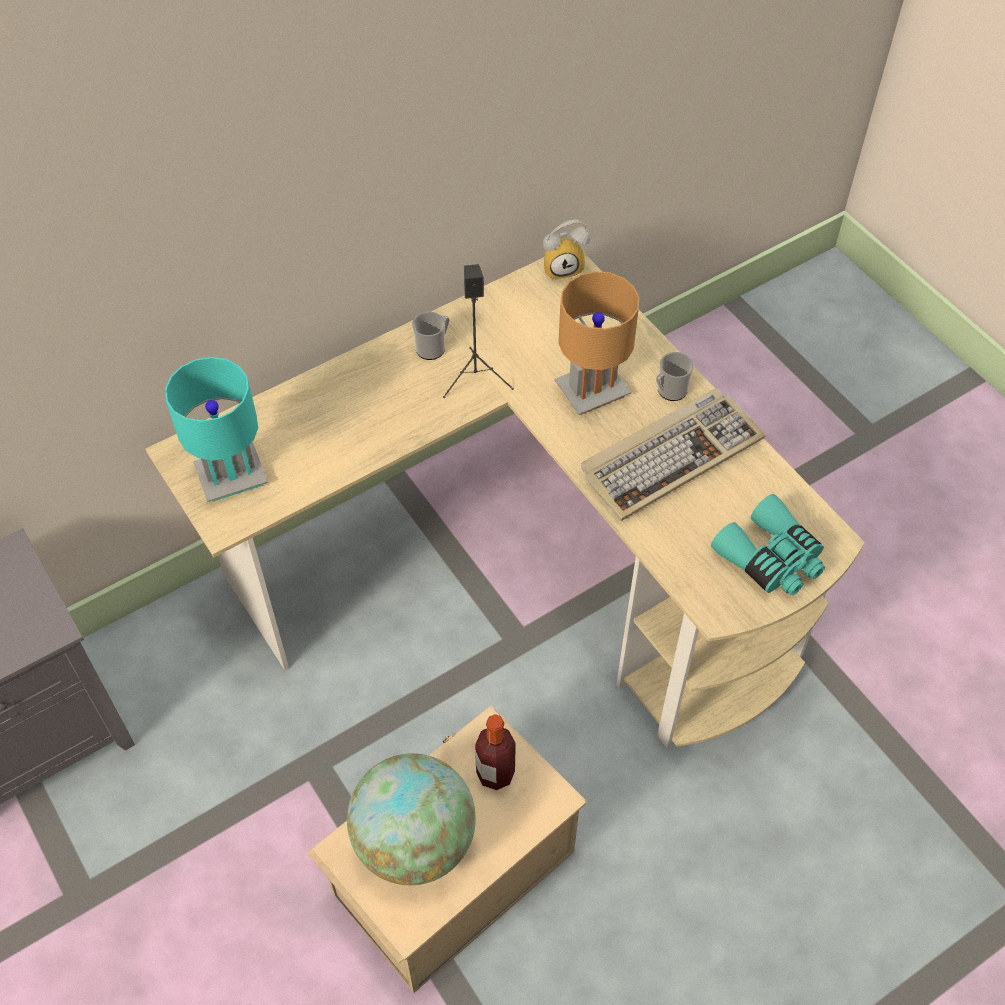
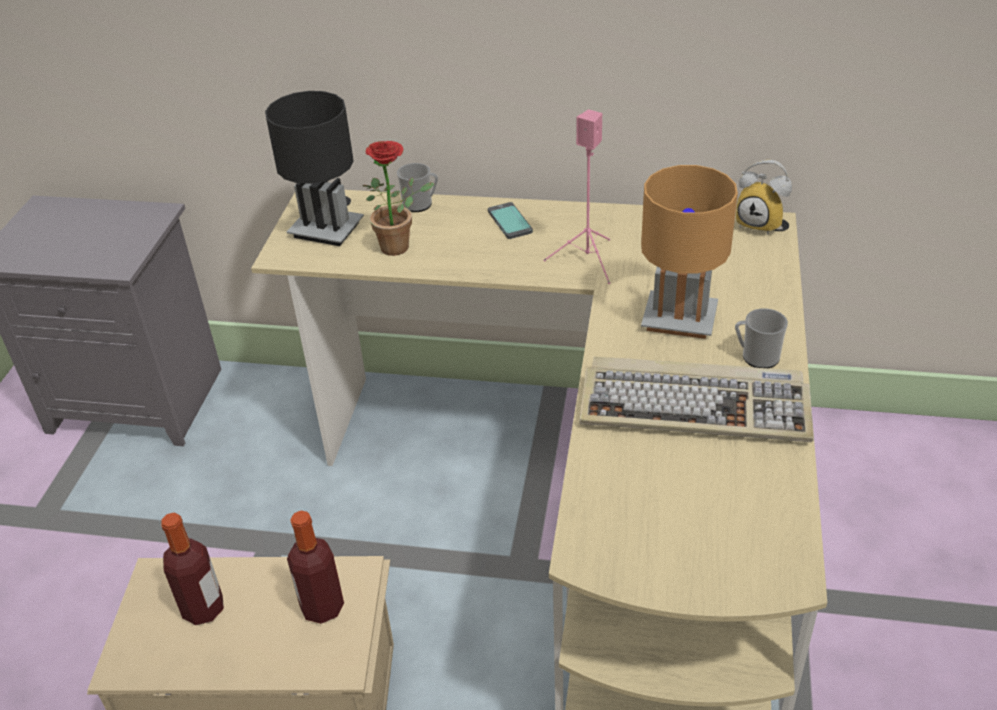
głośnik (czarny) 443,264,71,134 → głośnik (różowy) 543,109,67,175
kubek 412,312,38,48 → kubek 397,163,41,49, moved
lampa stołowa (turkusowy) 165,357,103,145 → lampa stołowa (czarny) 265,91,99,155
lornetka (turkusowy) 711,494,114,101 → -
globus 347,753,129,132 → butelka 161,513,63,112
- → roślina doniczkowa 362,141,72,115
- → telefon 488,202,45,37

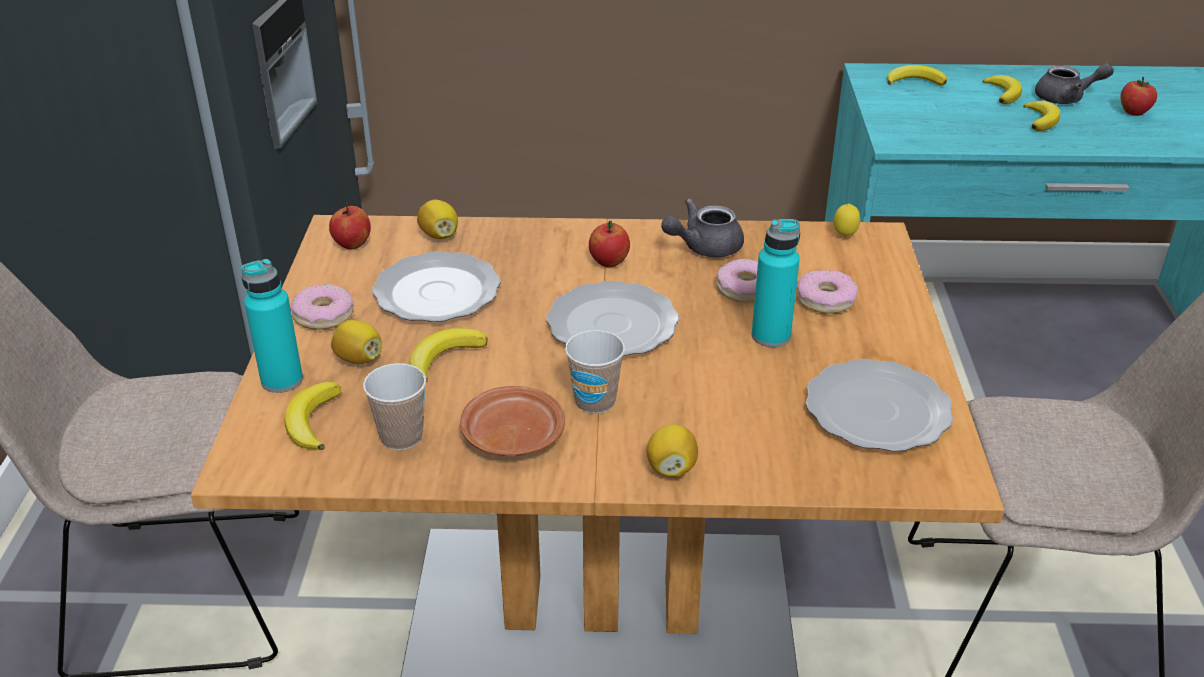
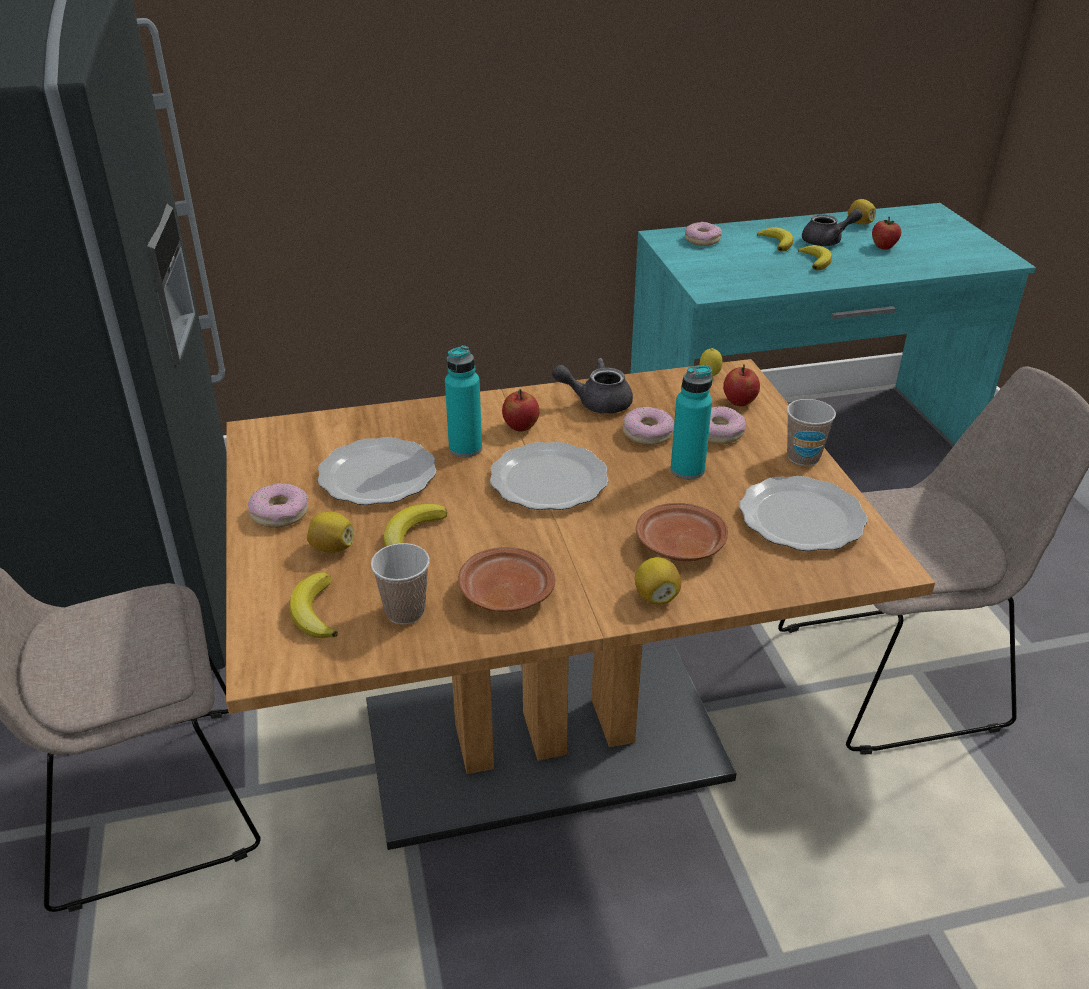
banan 887,65,60,20 → donut 685,222,37,24
imbryk (szary) 661,198,83,59 → imbryk (szary) 552,358,81,56, 45 degrees clockwise
cytryna 417,200,41,39 → cytryna 848,199,28,25, moved
jabłko 329,203,42,46 → jabłko 723,364,37,42, moved
butelka (turkusowy) 241,259,62,134 → butelka (turkusowy) 445,345,37,113, moved
filiżanka 565,330,60,84 → filiżanka 787,399,49,67, moved
- → talerz (brązowy) 636,503,92,58

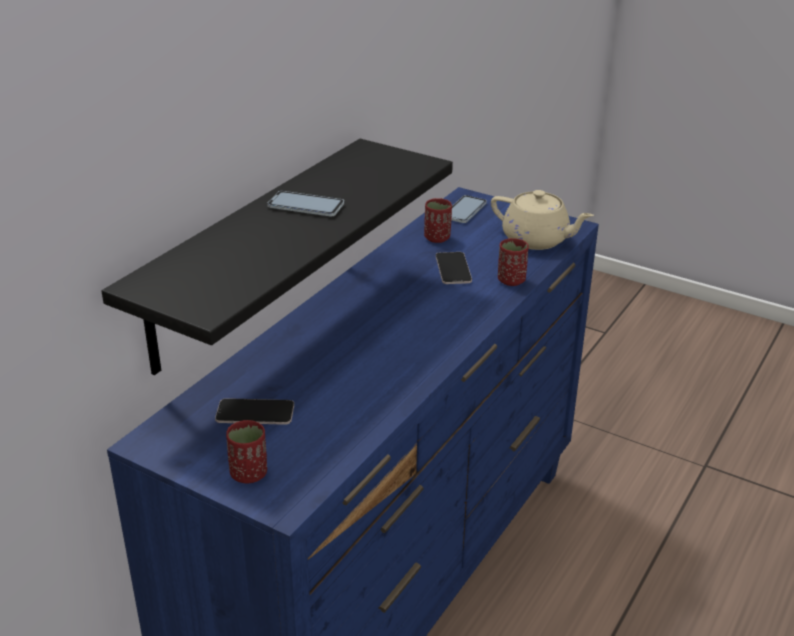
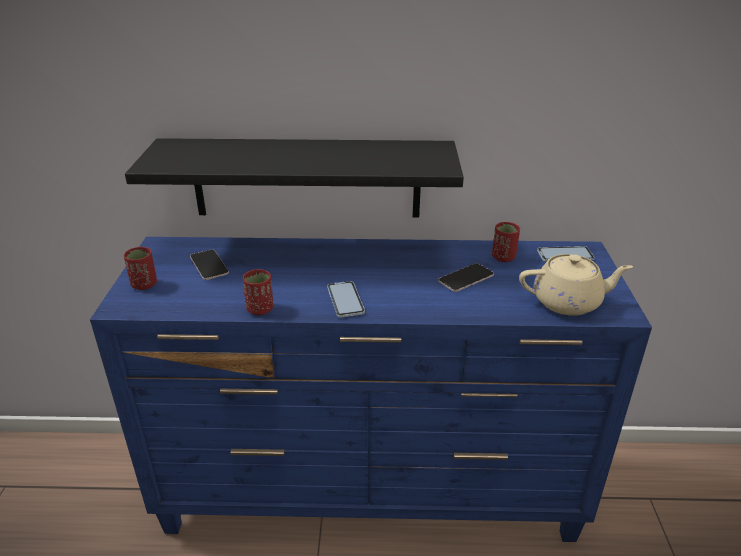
imbryk (beżowy) 491,190,103,60 → imbryk (beżowy) 519,254,114,62, 90 degrees counterclockwise
telefon 267,191,77,25 → telefon 327,281,38,37, moved
filiżanka (czerwony) 498,238,31,48 → filiżanka (czerwony) 243,269,30,46, moved

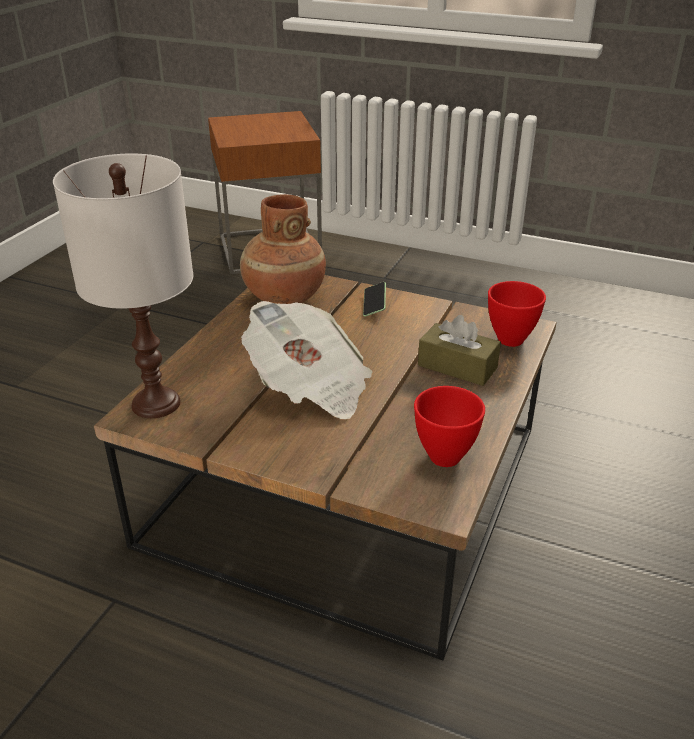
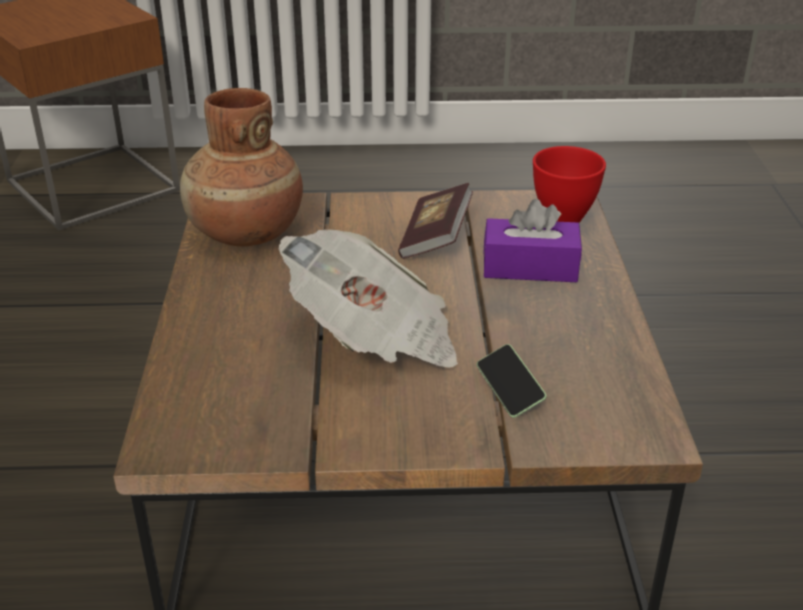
lampa stołowa (biały) 53,154,140,264 → -
telefon 363,282,23,35 → telefon 476,344,71,74, moved
pudełko chusteczek (brązowy) 418,315,83,71 → pudełko chusteczek (fioletowy) 483,199,99,83
miska (czerwony) 414,386,71,81 → -
- → książka 398,183,75,76

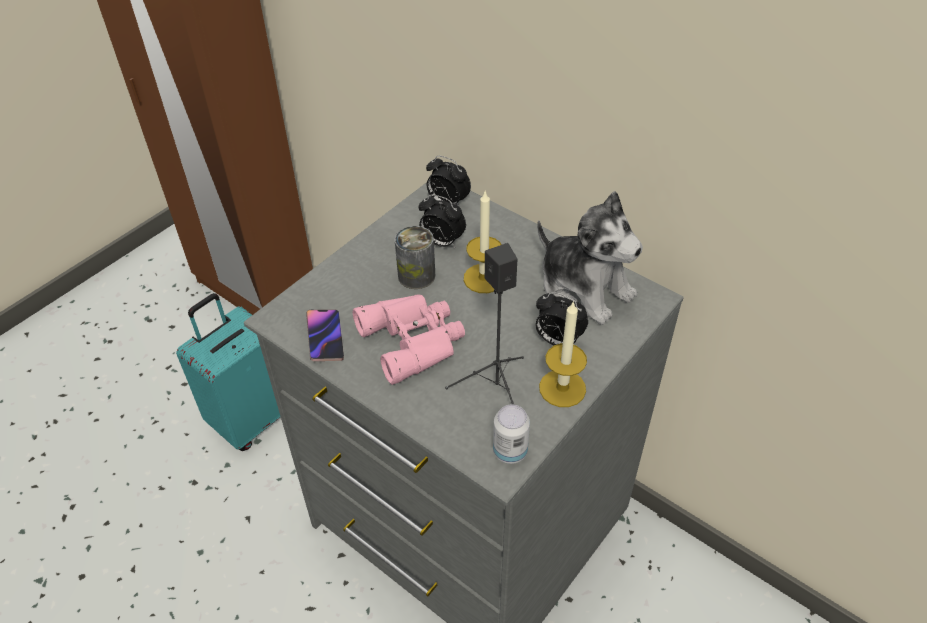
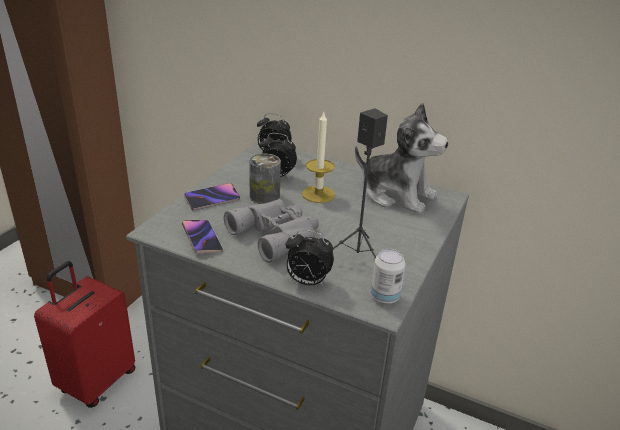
budzik 536,292,52,53 → budzik 285,230,49,56, moved
walizka (turkusowy) 176,293,105,158 → walizka (czerwony) 34,261,101,147
lornetka (różowy) 353,295,112,90 → lornetka (szary) 224,199,95,64
świeca 539,301,48,106 → -
- → telefon 184,183,56,27

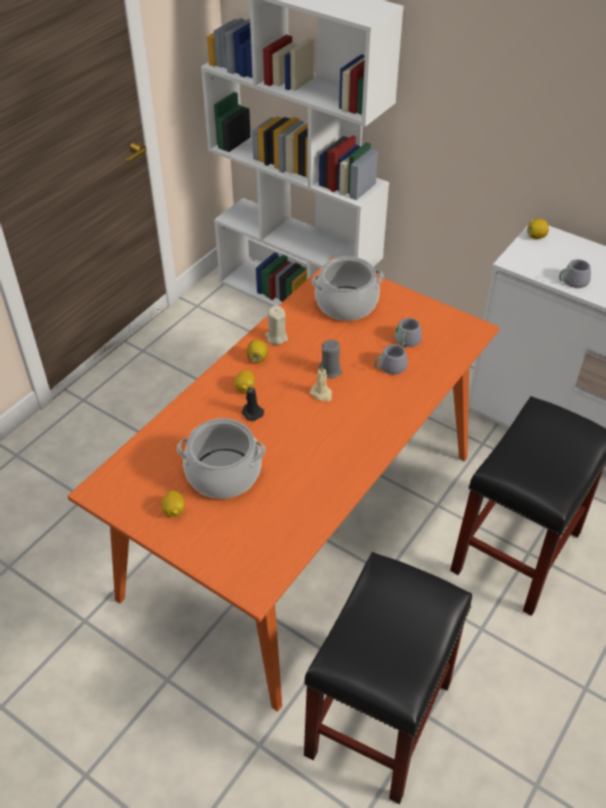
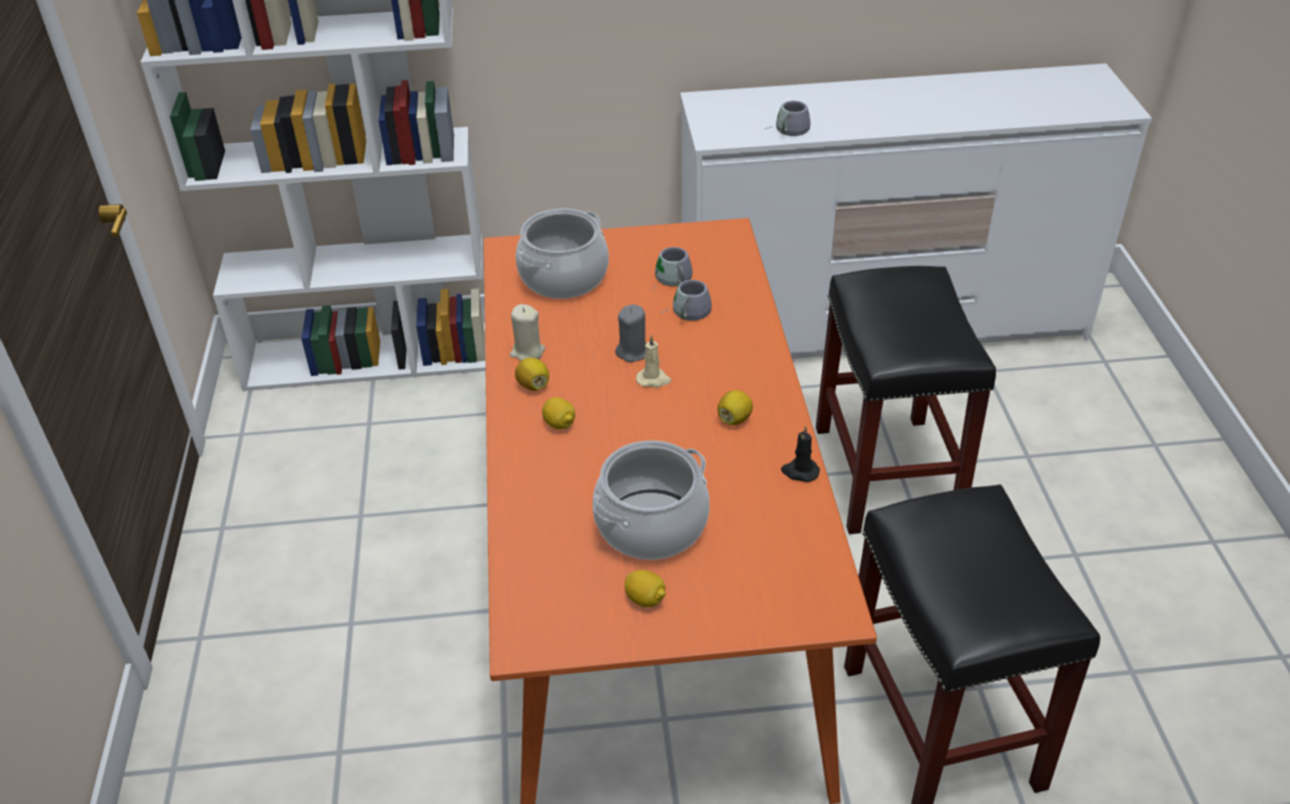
cytryna 527,219,22,20 → cytryna 718,390,35,35, moved
świeca (czarny) 242,385,22,36 → świeca (czarny) 781,426,39,56, moved

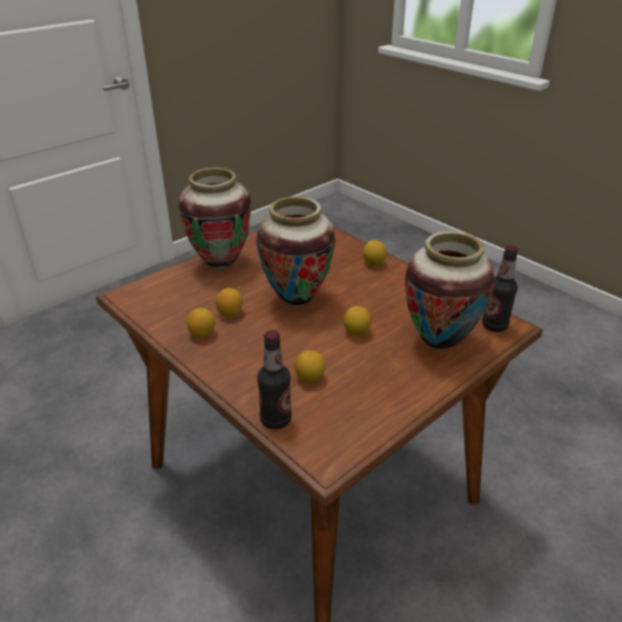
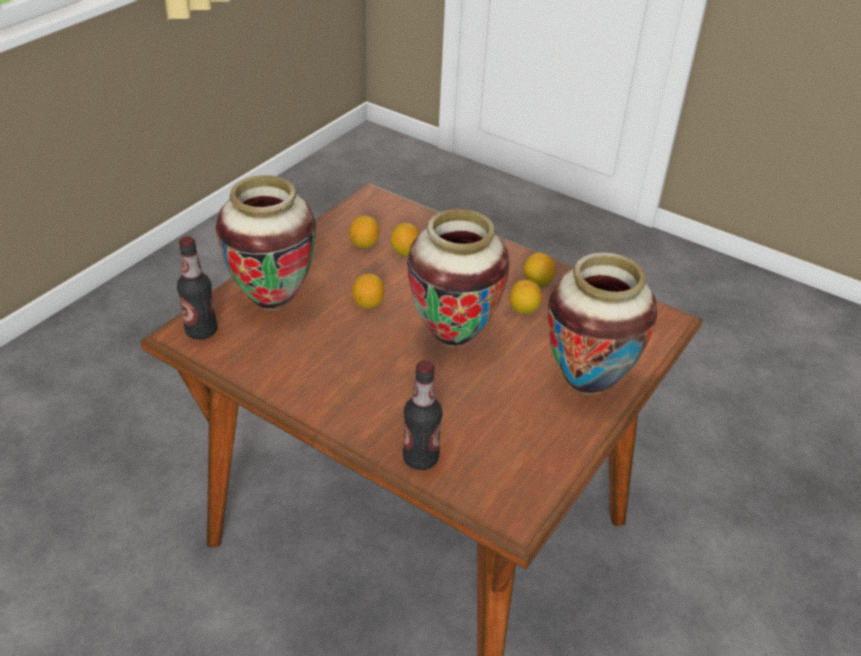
cytryna 363,240,24,26 → cytryna 349,216,30,32, moved
butelka 257,330,35,99 → butelka 403,360,39,110, moved

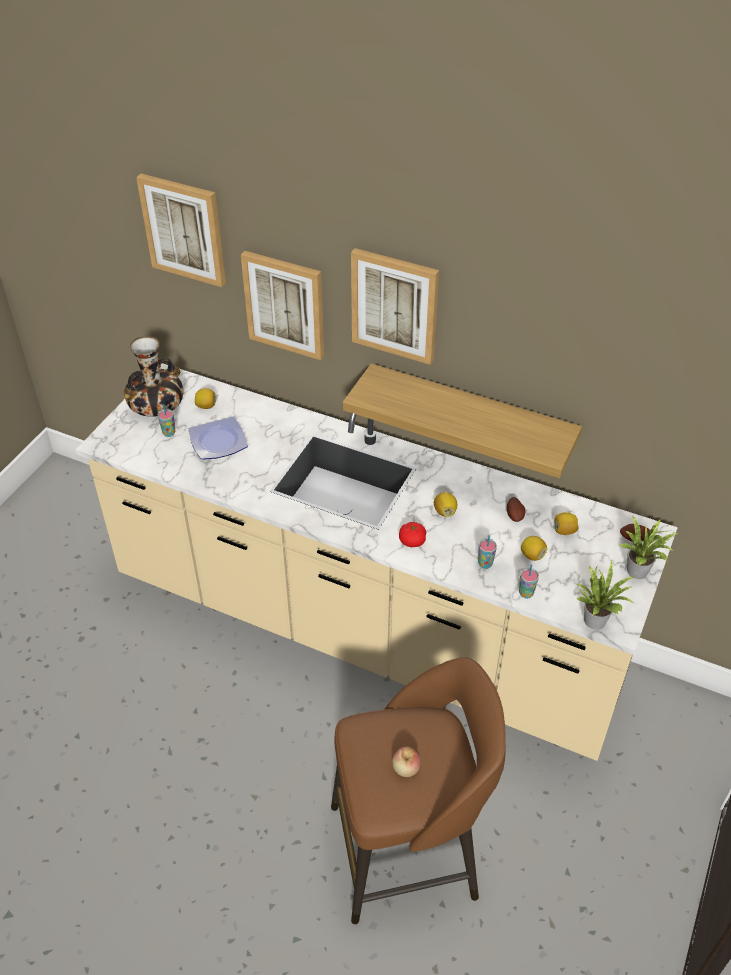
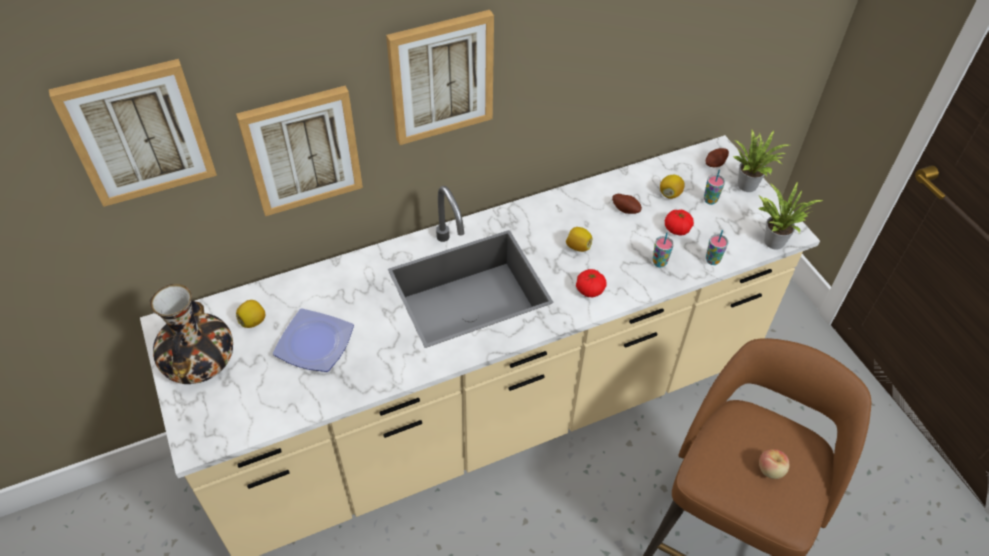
półka 343,364,239,114 → -
filiżanka 158,404,17,33 → filiżanka 704,169,21,36, moved
cytryna 521,536,26,25 → pomidor 665,209,29,27

